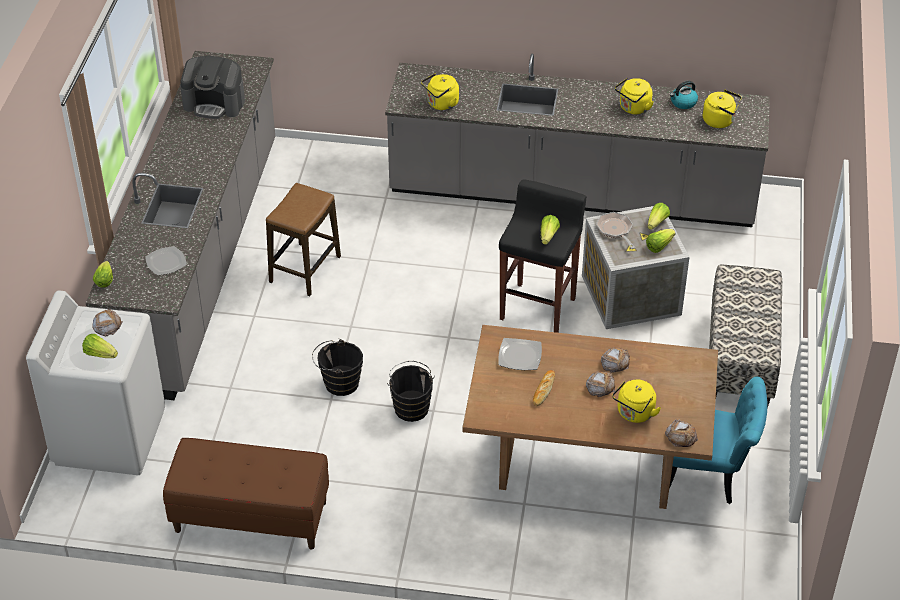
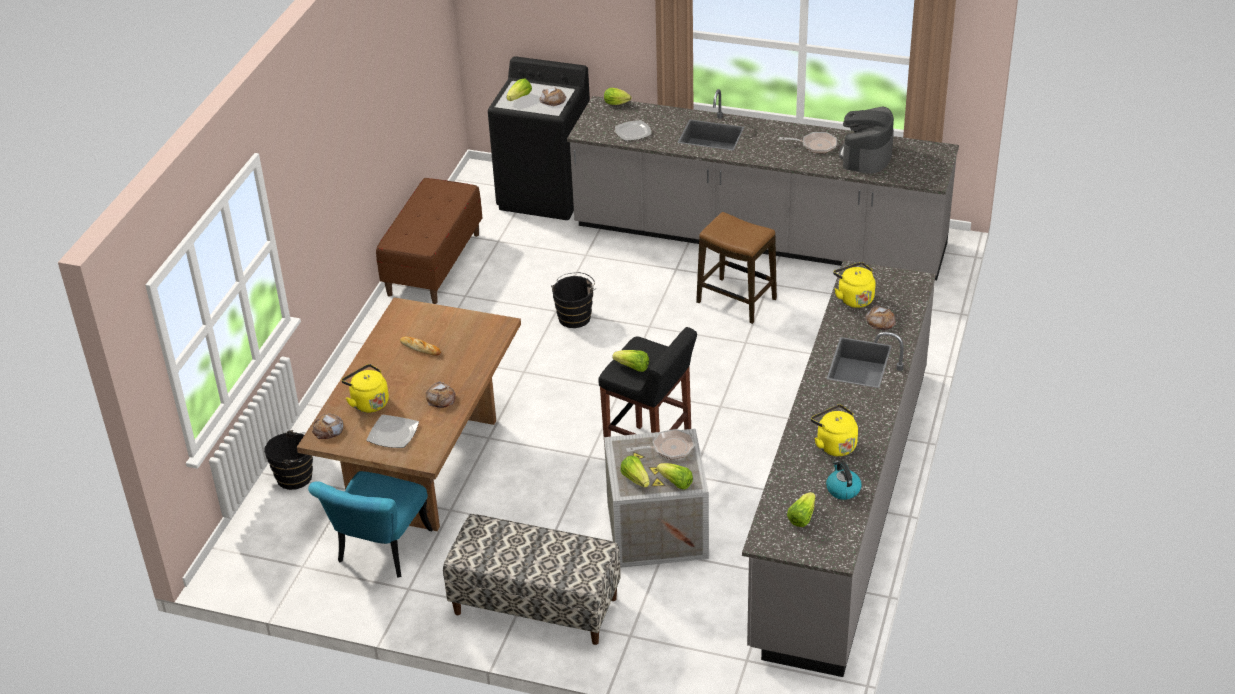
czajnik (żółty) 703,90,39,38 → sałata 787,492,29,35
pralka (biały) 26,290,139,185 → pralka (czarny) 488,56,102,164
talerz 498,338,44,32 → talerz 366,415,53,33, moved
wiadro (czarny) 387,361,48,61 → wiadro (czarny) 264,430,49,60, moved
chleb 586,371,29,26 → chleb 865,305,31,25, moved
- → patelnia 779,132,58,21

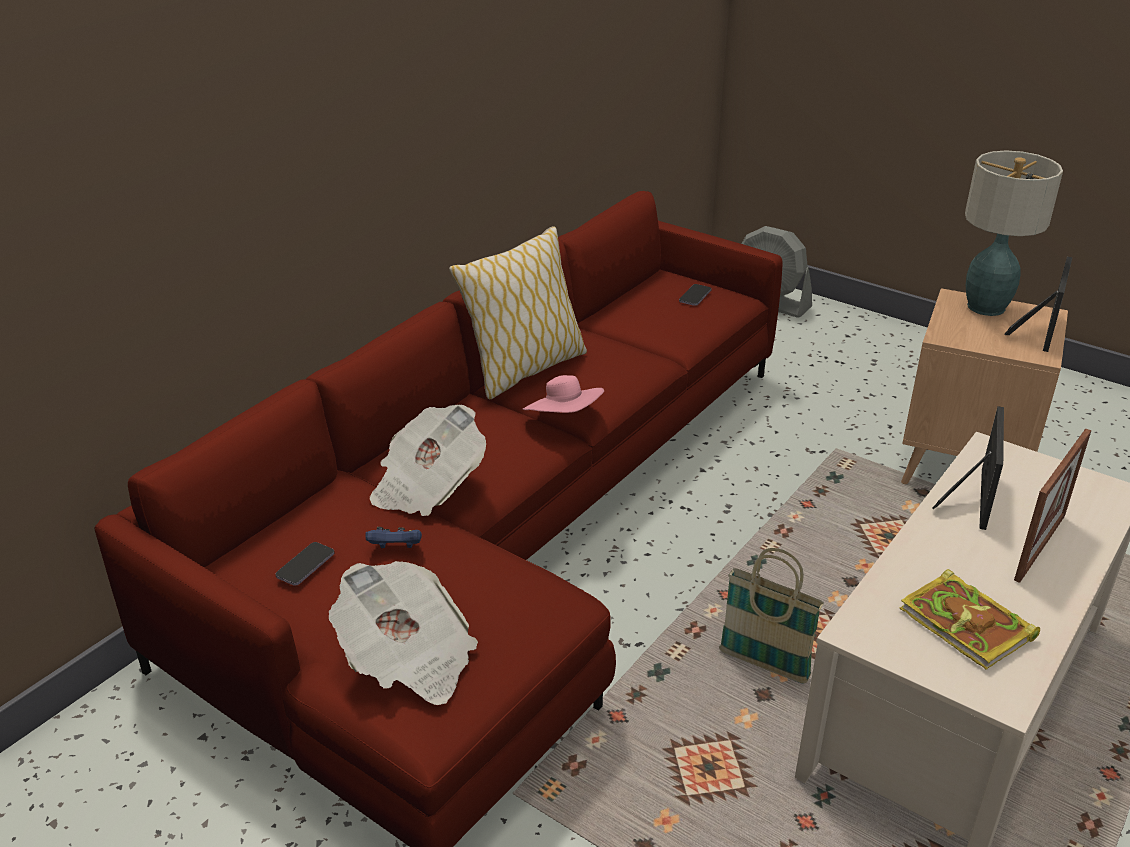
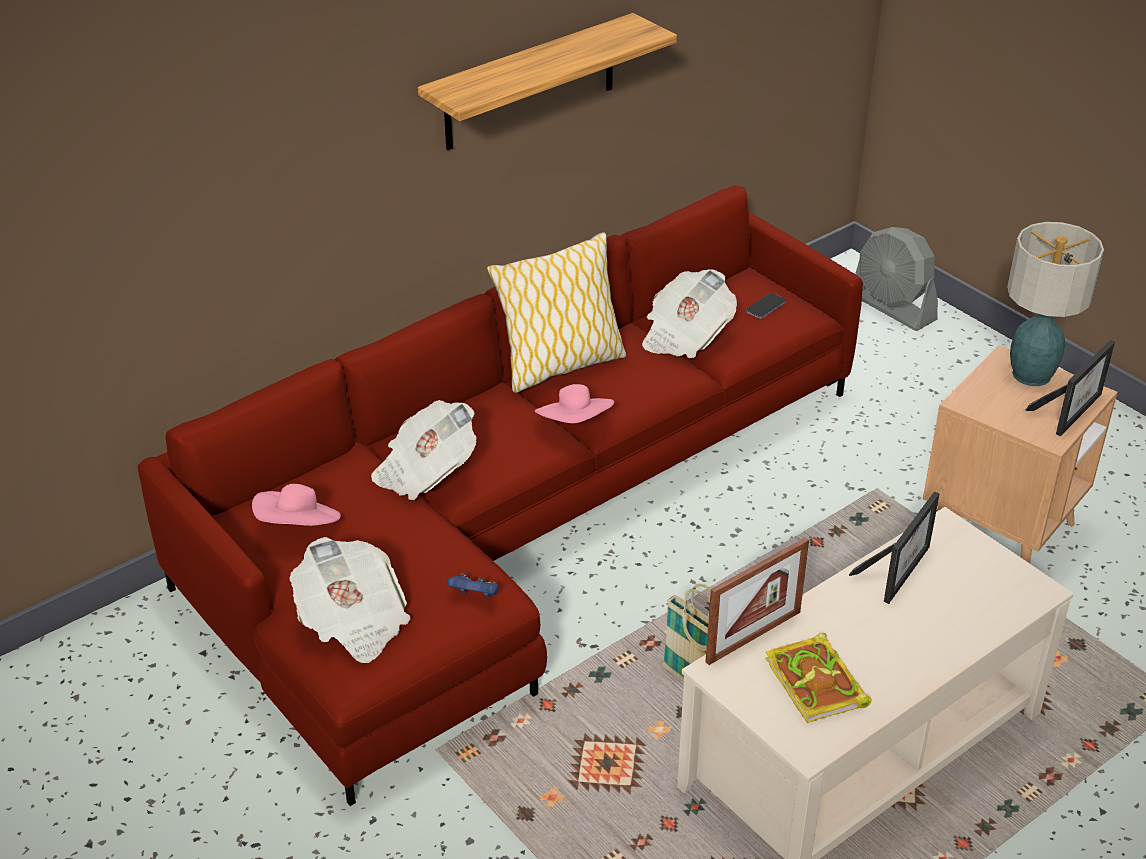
ramka na zdjęcie 1014,429,77,154 → ramka na zdjęcie 705,537,104,128, moved
pad do gier (niebieski) 365,527,57,21 → pad do gier (niebieski) 448,573,50,25, moved
telefon 275,542,59,44 → kapelusz (różowy) 252,484,89,42
- → półka 418,13,259,137
- → gazeta 642,269,95,89

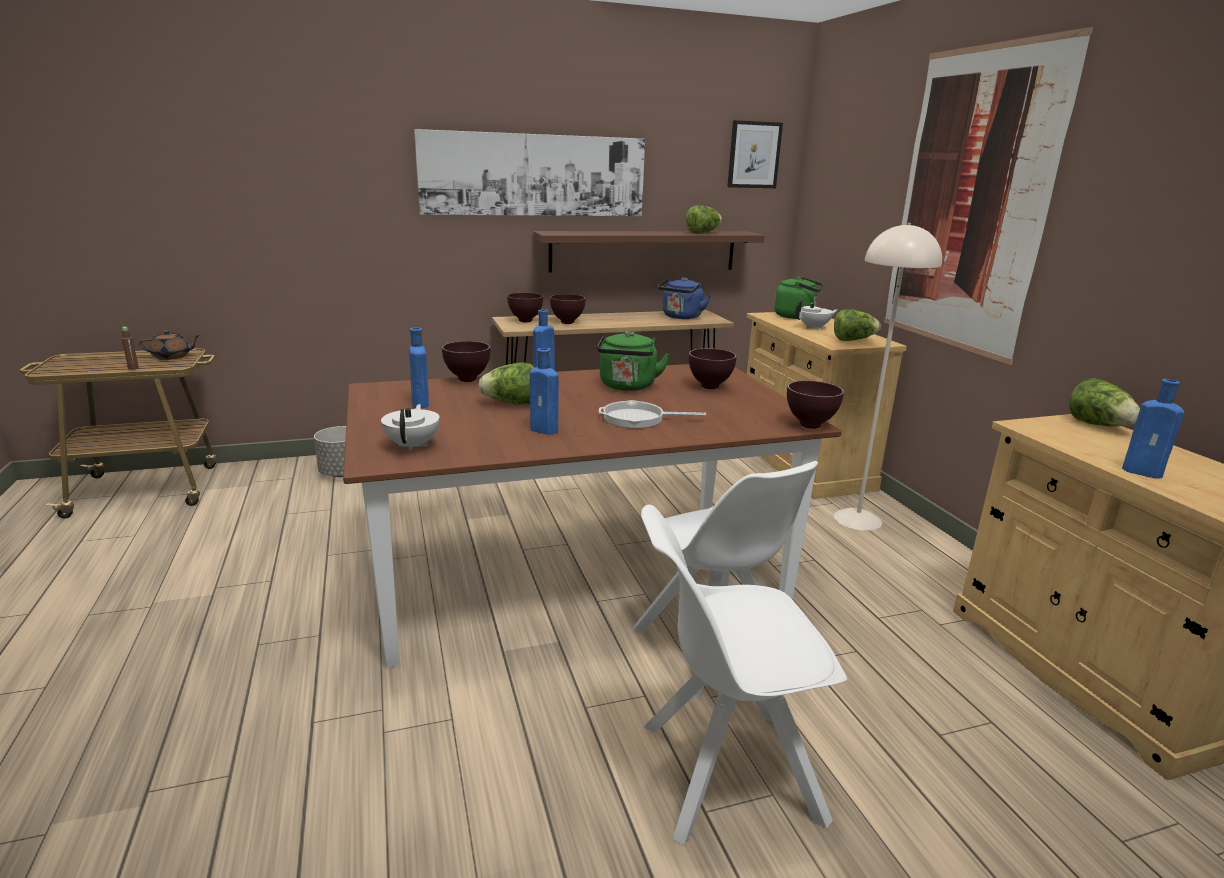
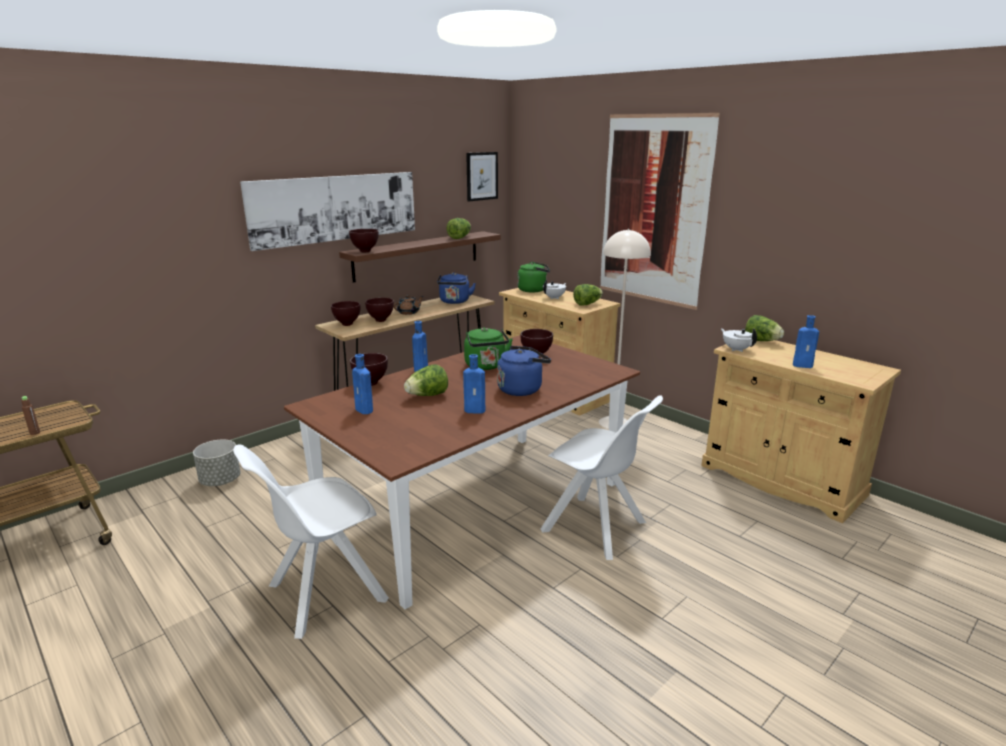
imbryk (brązowy) 139,330,61,30 → imbryk (brązowy) 394,295,30,20, moved
miska (brązowy) 787,380,57,49 → miska (brązowy) 349,229,29,23, moved
patelnia 599,400,107,28 → czajnik (niebieski) 497,346,54,50
imbryk (biały) 381,404,59,47 → imbryk (biały) 721,328,36,24, moved
krzesło (biały) 641,504,207,340 → krzesło (biały) 233,444,156,195, moved

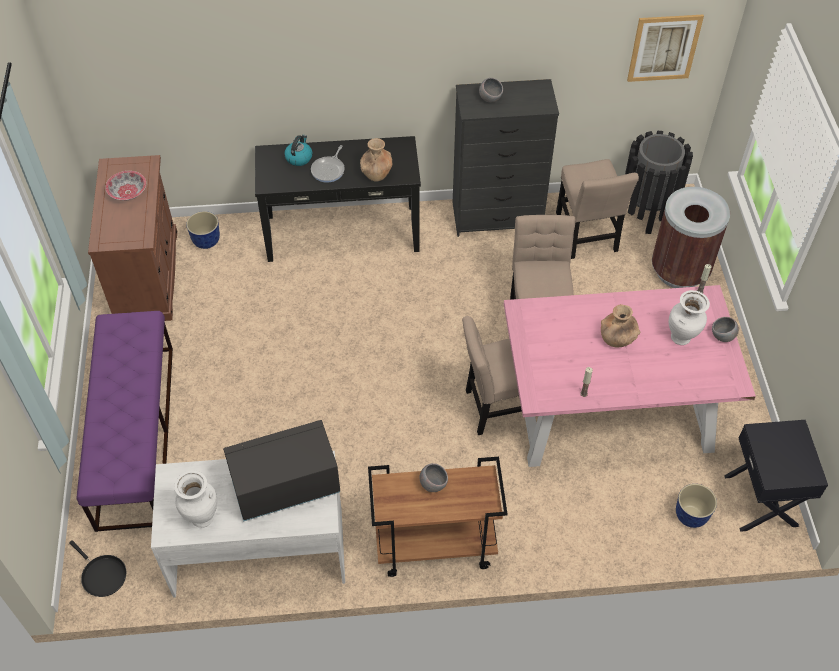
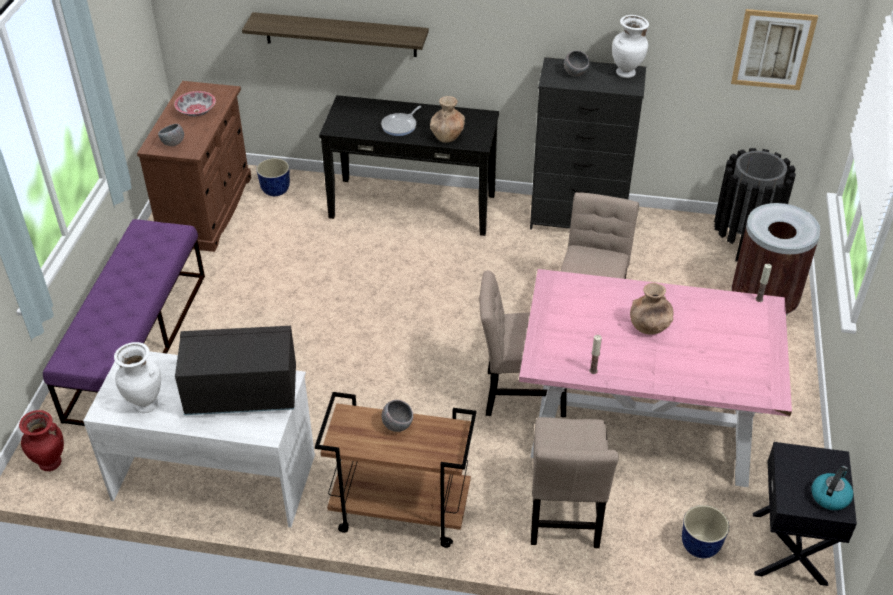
czajnik 284,135,28,31 → czajnik 812,466,41,44, moved
krzesło (beżowy) 556,159,83,100 → krzesło (beżowy) 531,417,88,131, moved
wazon (biały) 669,290,41,55 → wazon (biały) 612,15,37,63, moved
miska (szary) 712,317,27,25 → miska (szary) 158,124,26,22, moved
patelnia (czarny) 69,540,57,57 → wazon (czerwony) 19,410,45,61
- → półka 242,12,187,45

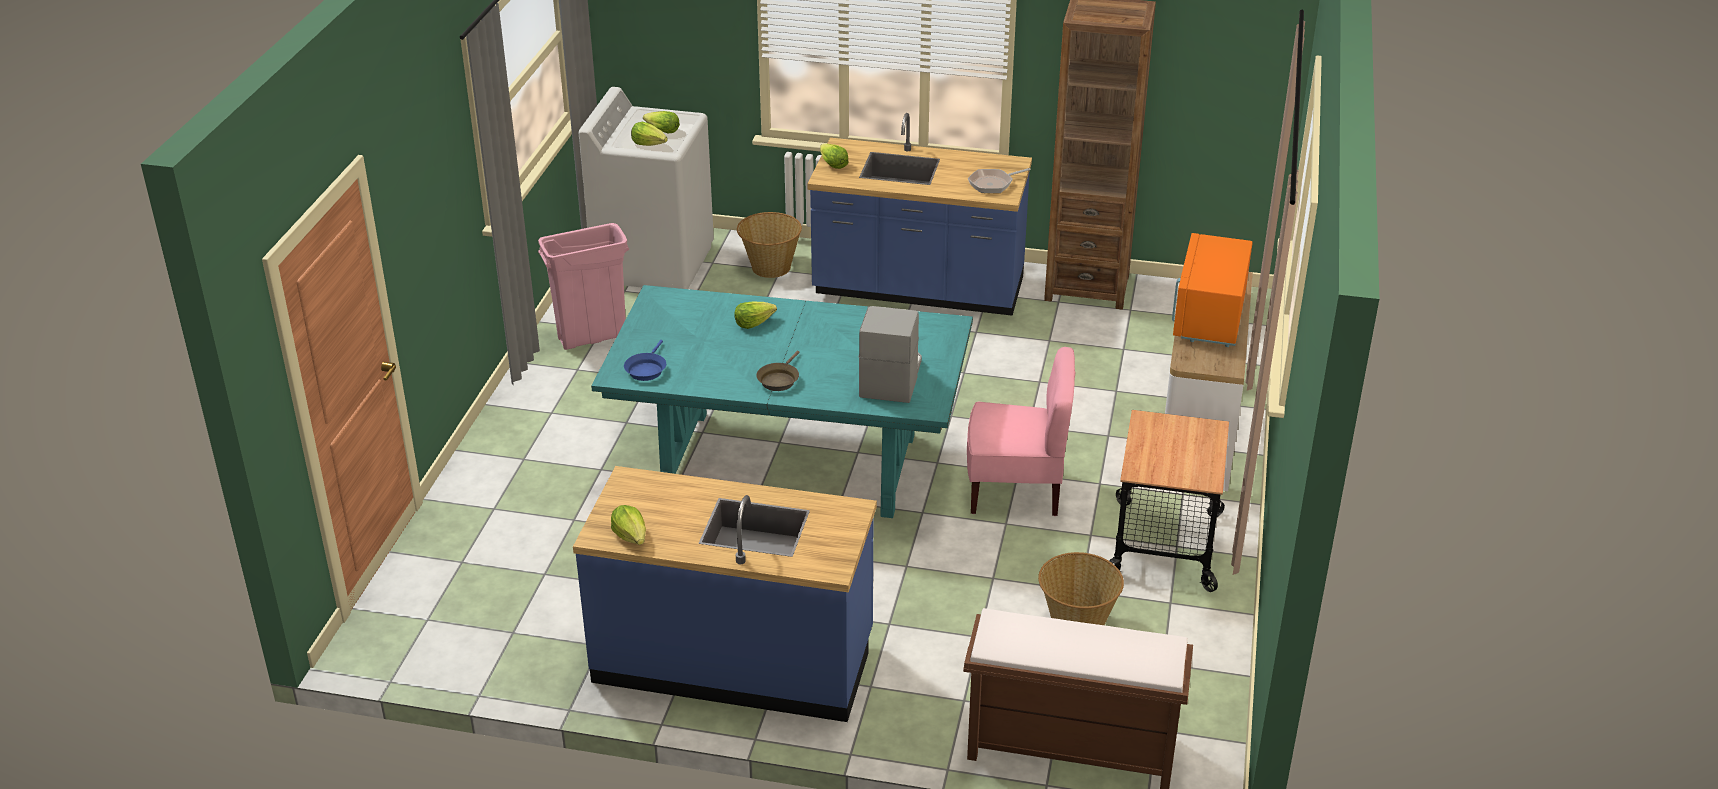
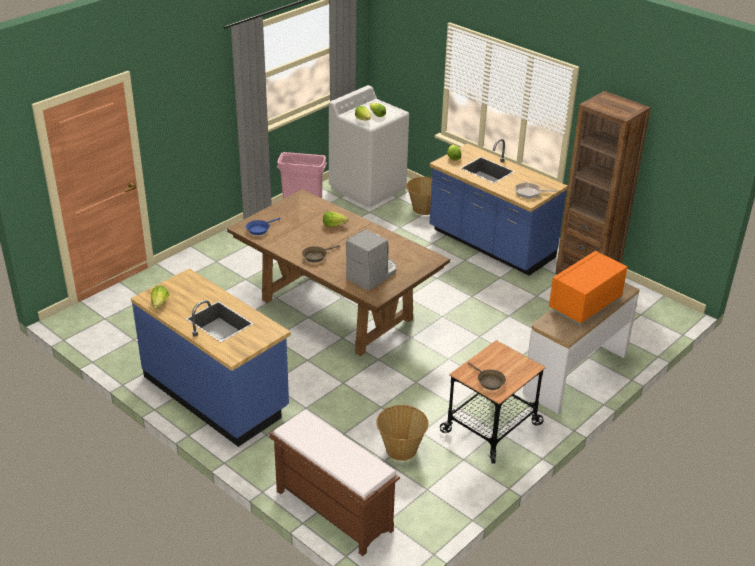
stół jadalny (turkusowy) 591,285,382,233 → stół jadalny (brązowy) 227,189,223,167
krzesło (różowy) 967,347,109,169 → -
- → patelnia (brązowy) 468,362,38,28

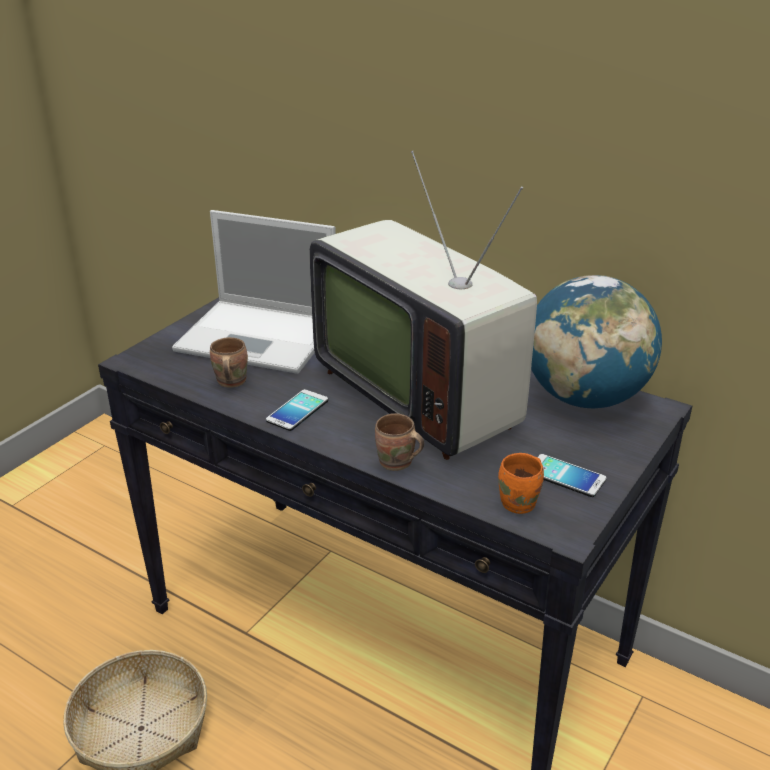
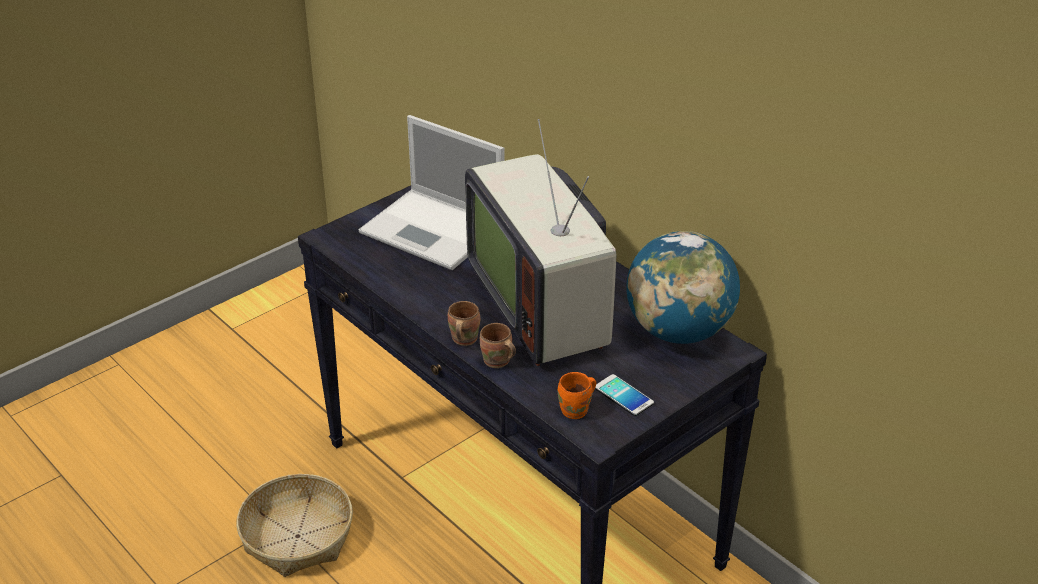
kubek (brązowy) 210,337,38,51 → kubek (brązowy) 448,301,32,45, moved
telefon 266,389,62,42 → -

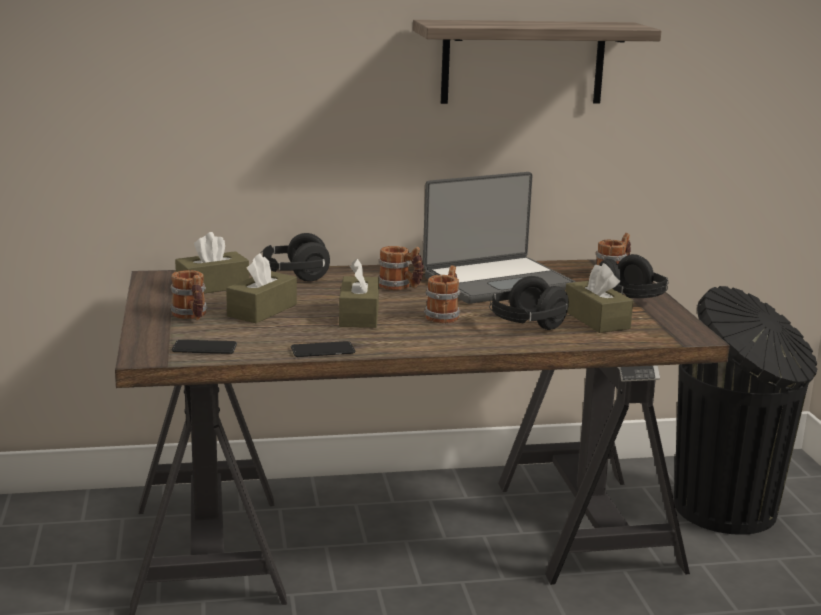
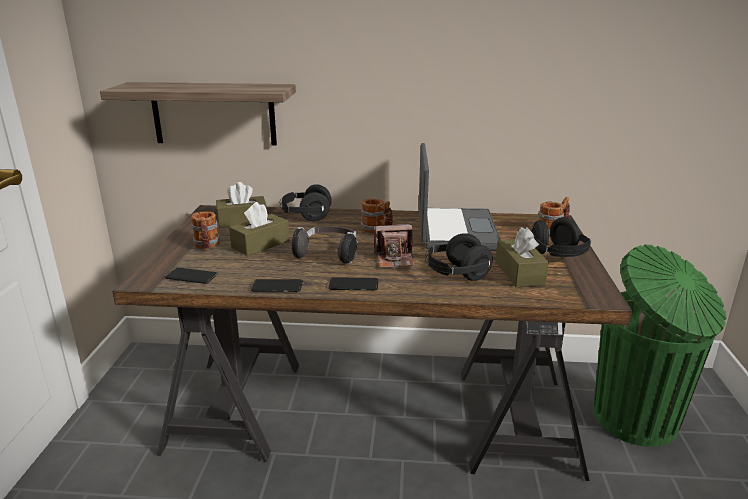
półka 413,20,248,84 → półka 100,82,196,64, moved
laptop 423,172,152,132 → laptop 419,143,82,107, 75 degrees counterclockwise
pudełko chusteczek (brązowy) 339,259,40,69 → słuchawki 292,226,65,38
kubek 424,265,36,58 → aparat fotograficzny 374,224,41,44
kosz na śmieci (czarny) 674,286,144,249 → kosz na śmieci (zielony) 593,245,133,202
- → telefon 328,277,50,13

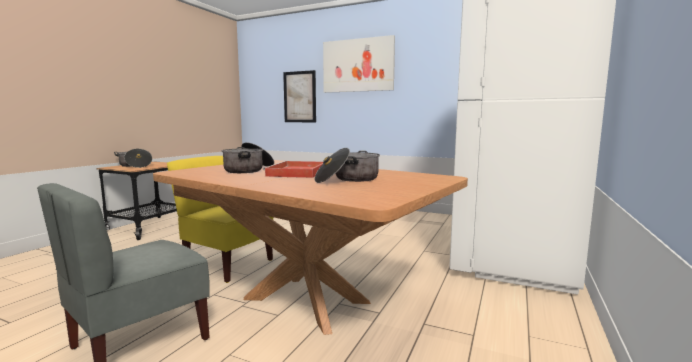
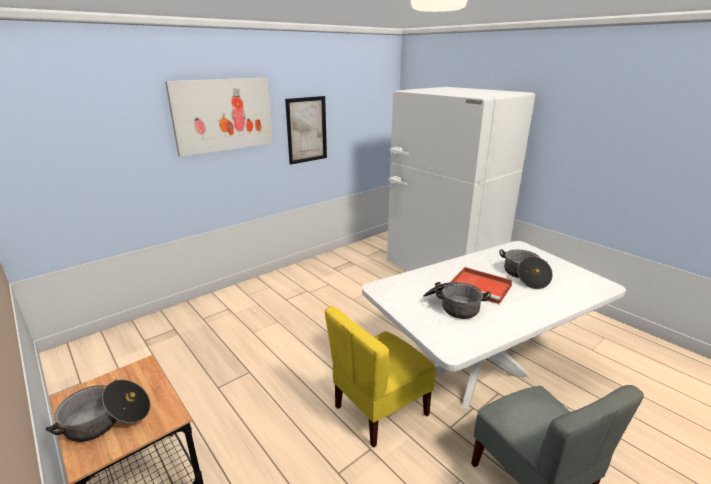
obraz 283,70,33,52 → obraz 285,96,42,69, moved
stół jadalny (brązowy) 153,160,315,175 → stół jadalny (biały) 362,241,264,168

